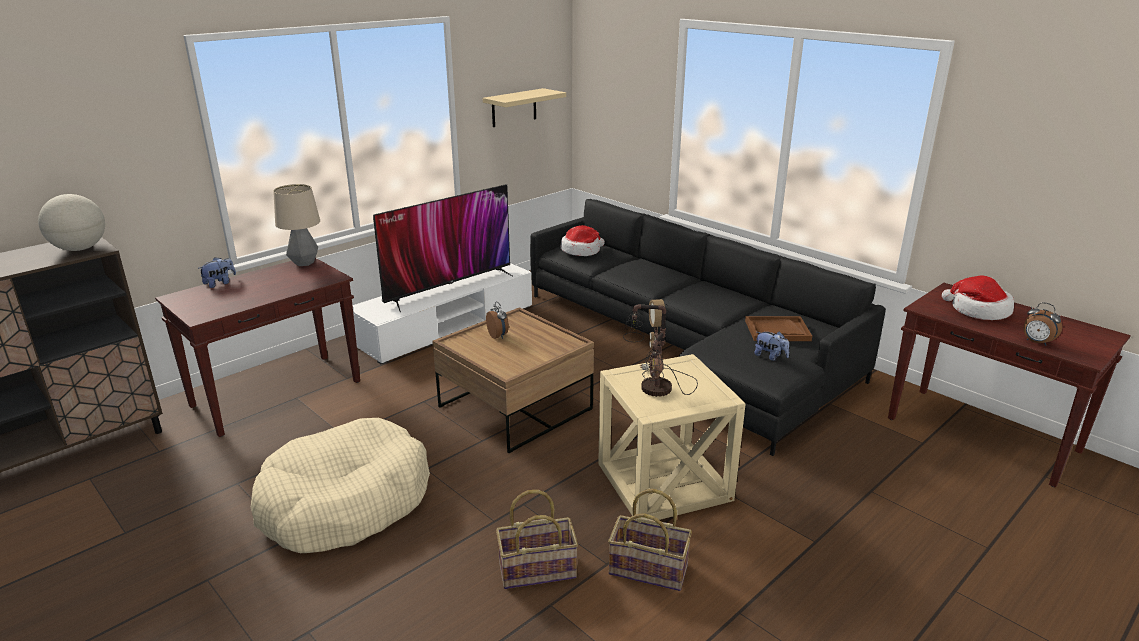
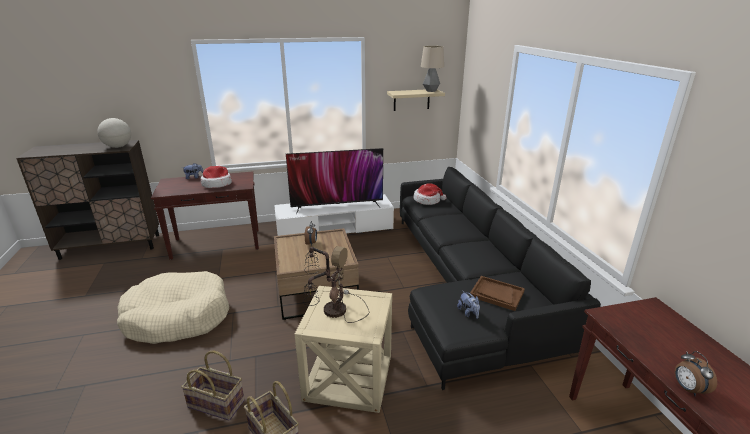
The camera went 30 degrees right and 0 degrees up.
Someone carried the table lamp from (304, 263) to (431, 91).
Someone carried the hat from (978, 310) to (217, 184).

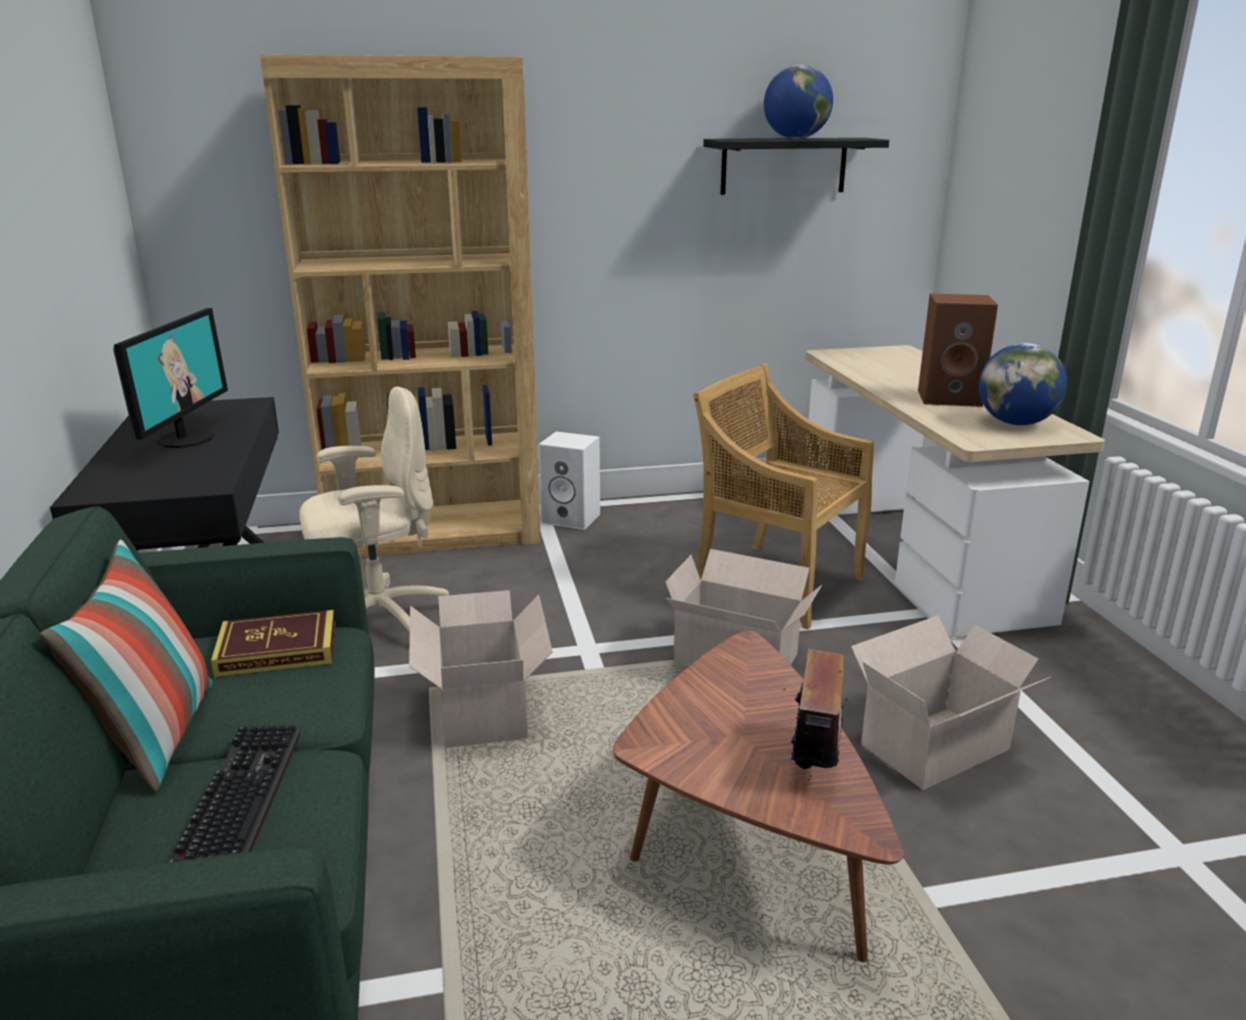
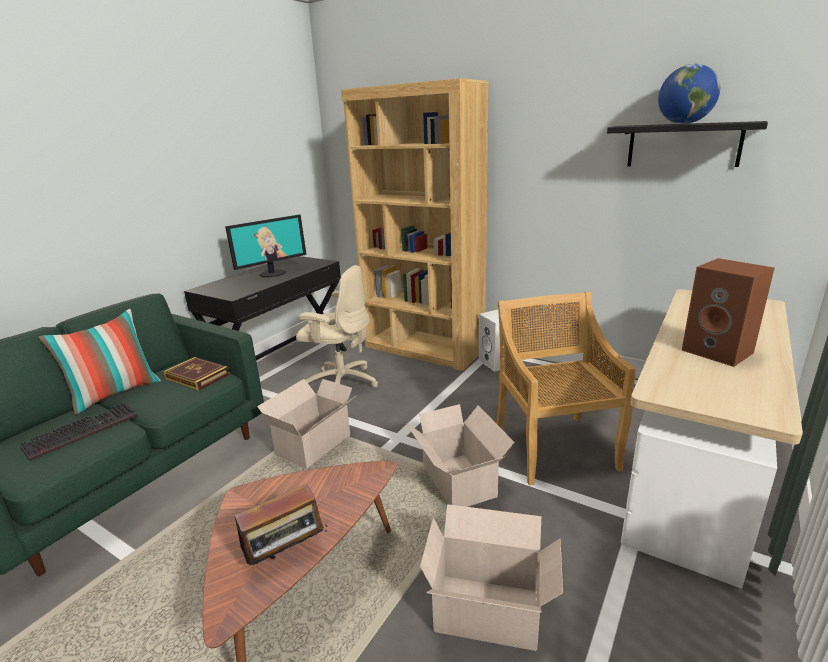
The camera went 45 degrees right and 0 degrees up.
Someone took away the globe at (1015, 423).

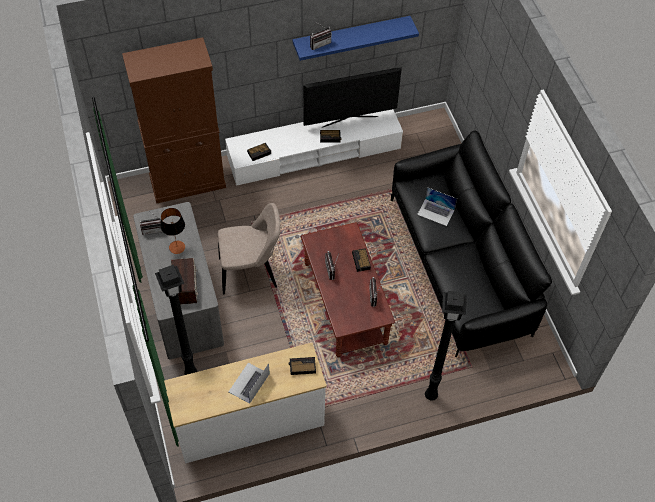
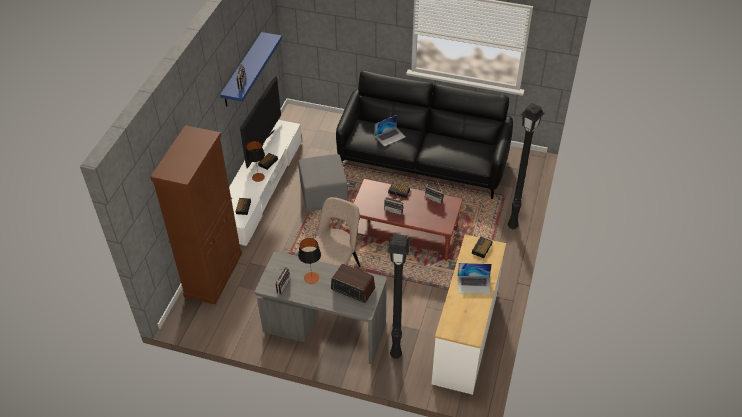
The camera went 55 degrees left and 10 degrees down.
Someone put down the table lamp at (258, 177).
Someone put down the grey ottoman at (323, 195).
Someone rotated the laptop at (249, 383) by 60 degrees counterclockwise.

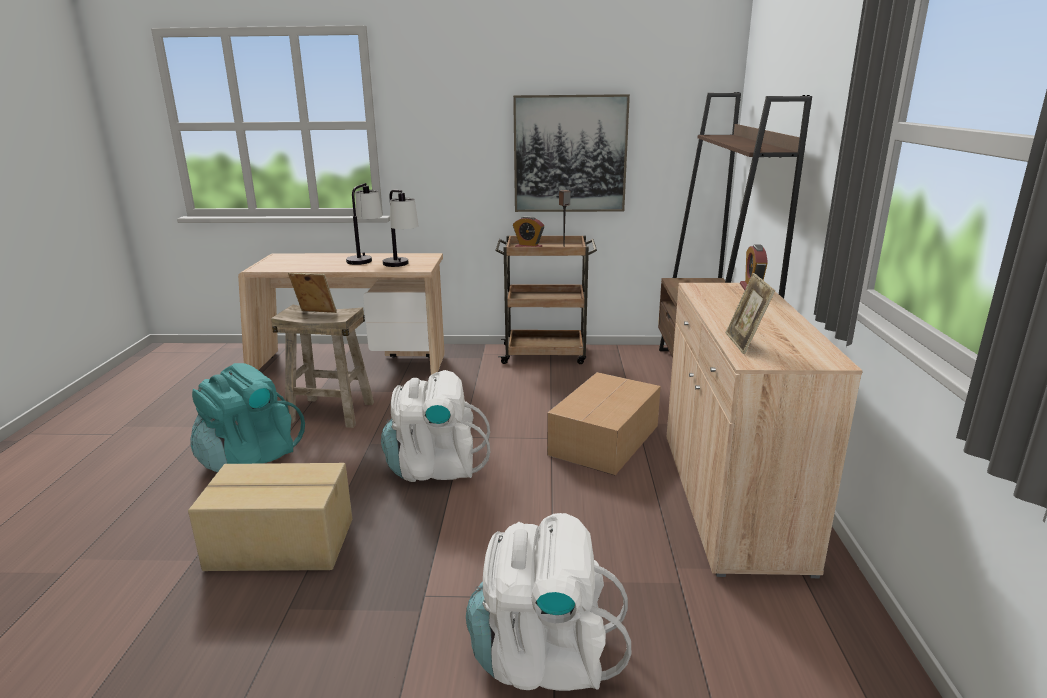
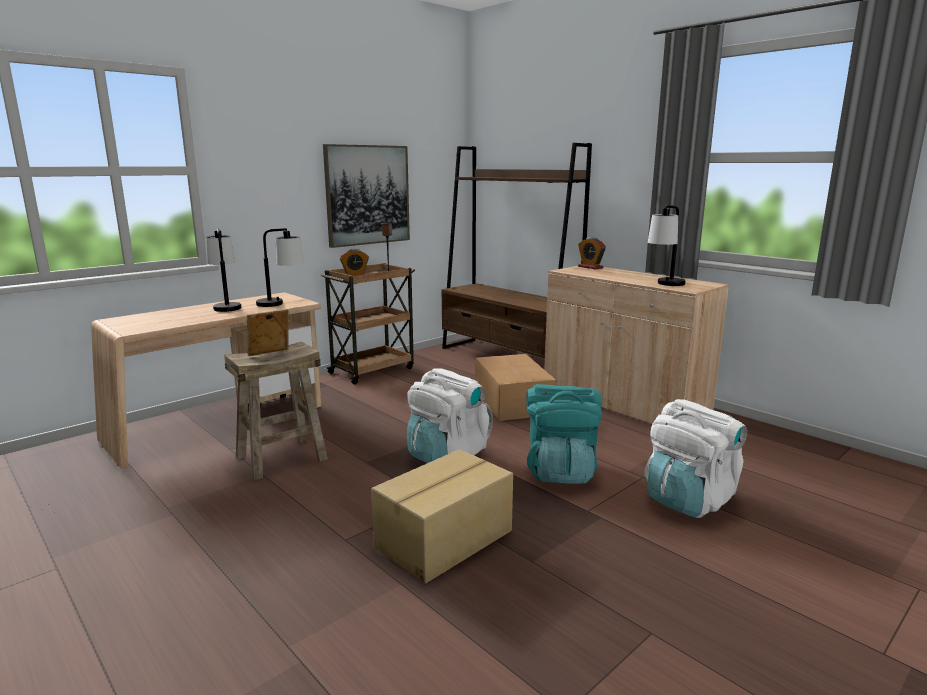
The camera went 45 degrees left and 5 degrees down.
Someone carried the turquoise backpack from (249, 457) to (560, 471).
Someone swapped the picture frame at (745, 343) for the table lamp at (665, 285).

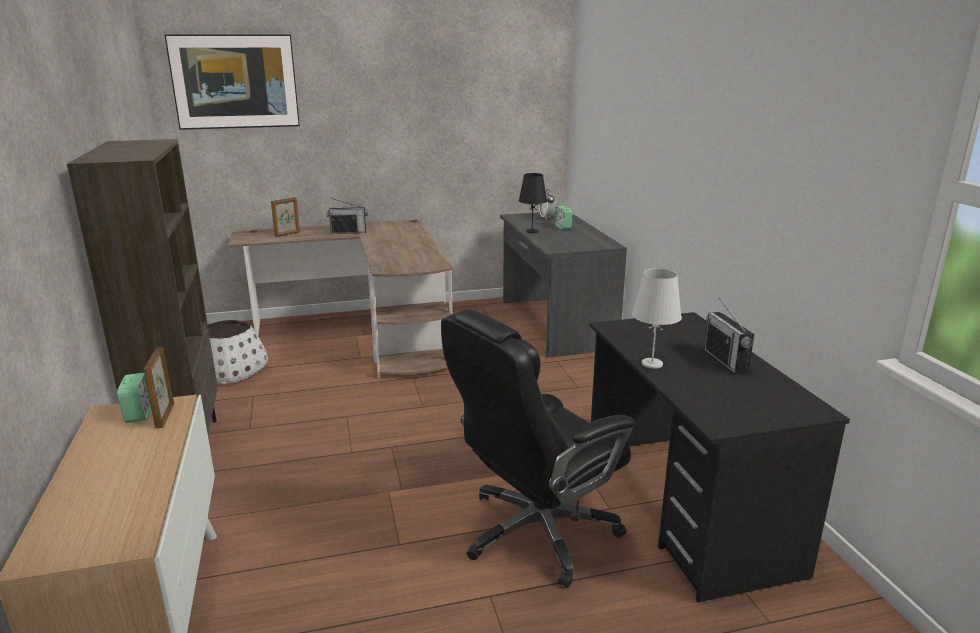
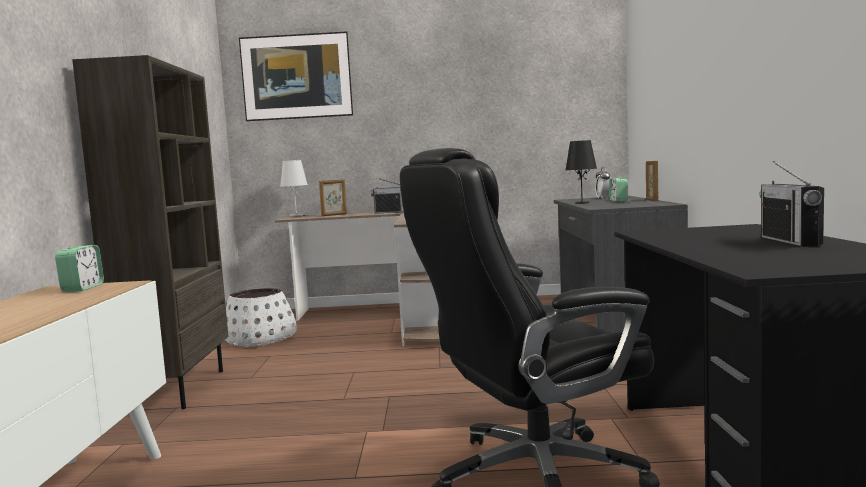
The camera went 15 degrees right and 15 degrees down.
Someone carried the picture frame from (164, 416) to (652, 200).
Someone carried the white table lamp from (651, 364) to (296, 215).

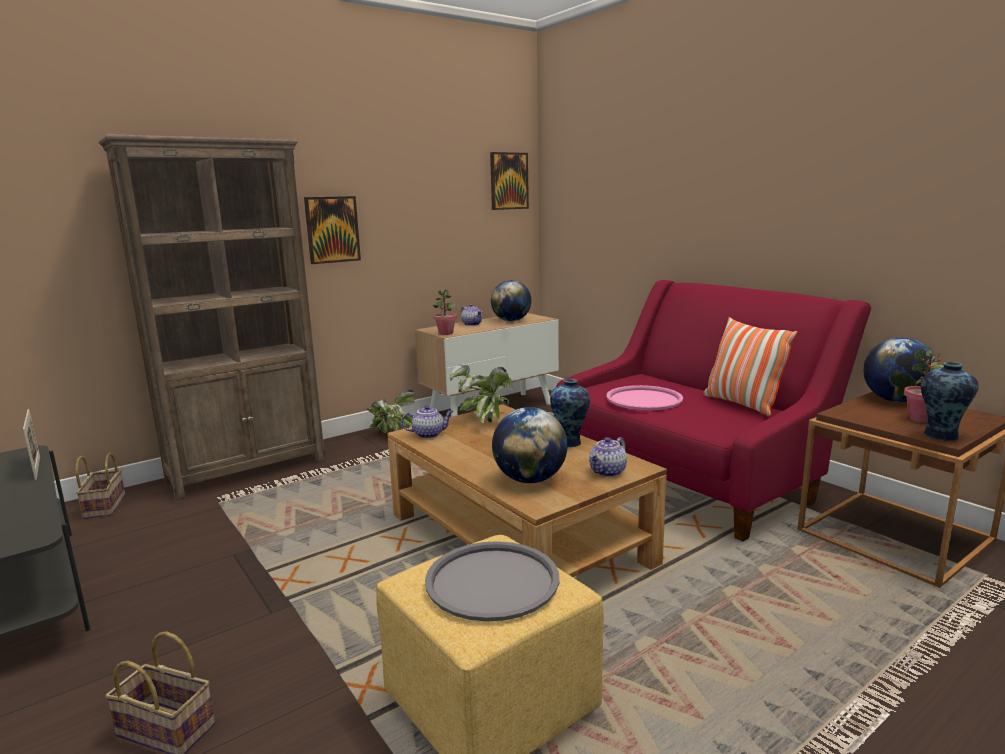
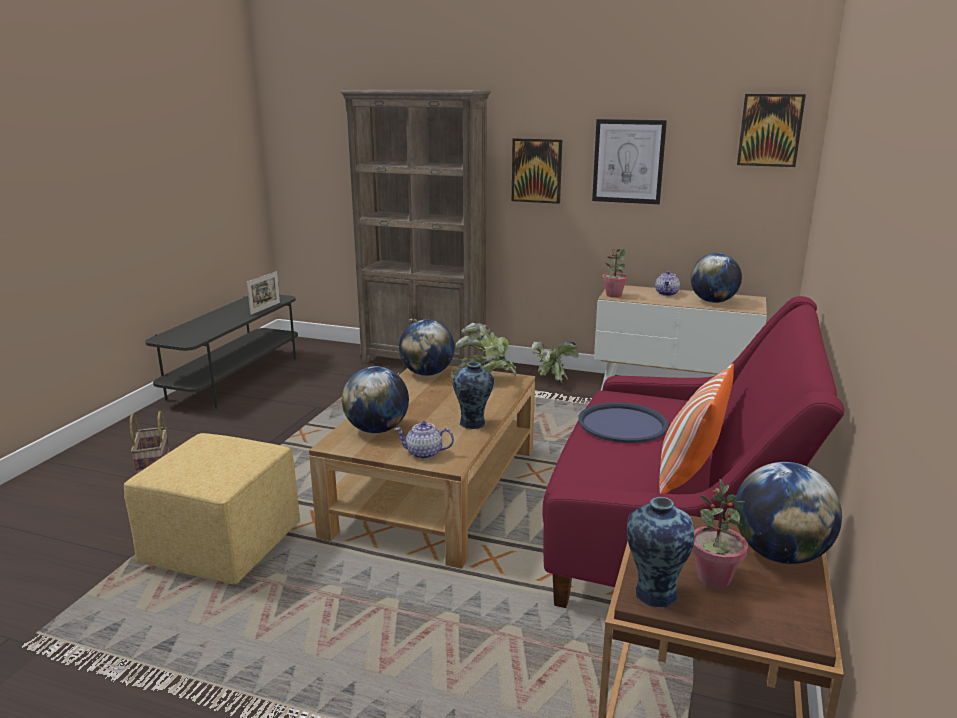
The camera went 55 degrees right and 5 degrees up.
Someone took away the basket at (104, 506).
Someone took away the grey tray at (492, 581).
Someone put up the picture at (628, 161).
Someone swapped the teapot at (429, 434) for the globe at (427, 373).
Someone repainted the pink tray at (644, 399), which became the blue tray at (622, 424).

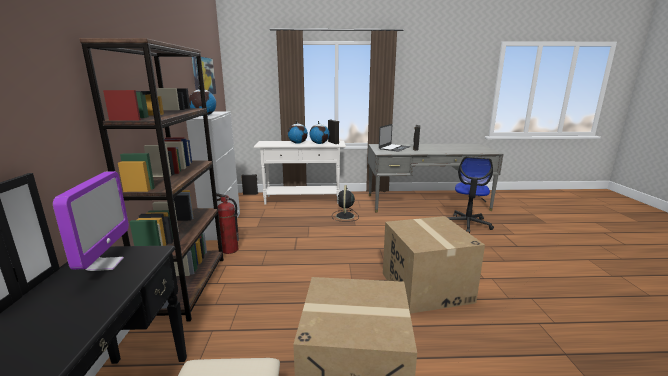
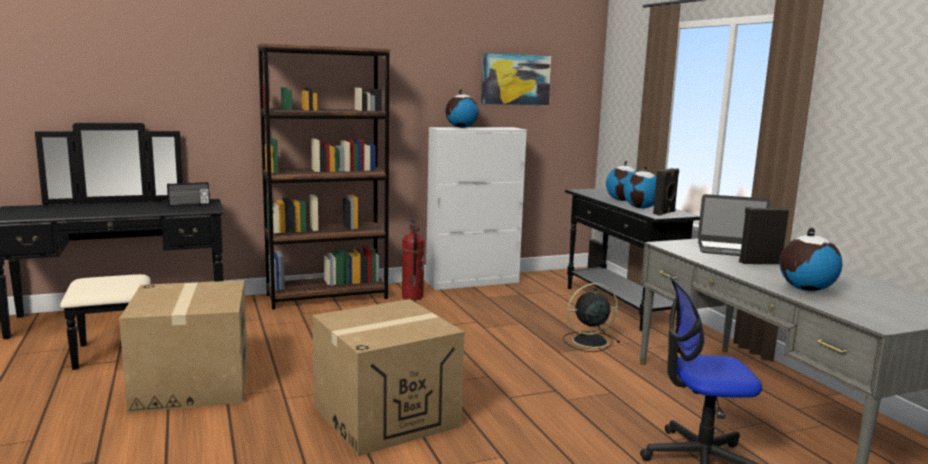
The camera went 70 degrees right and 5 degrees down.
Someone put down the globe at (805, 289).
Someone swapped the monitor at (105, 264) for the radio at (189, 204).
Someone repainted the white console table at (302, 200), which became the black console table at (619, 306).

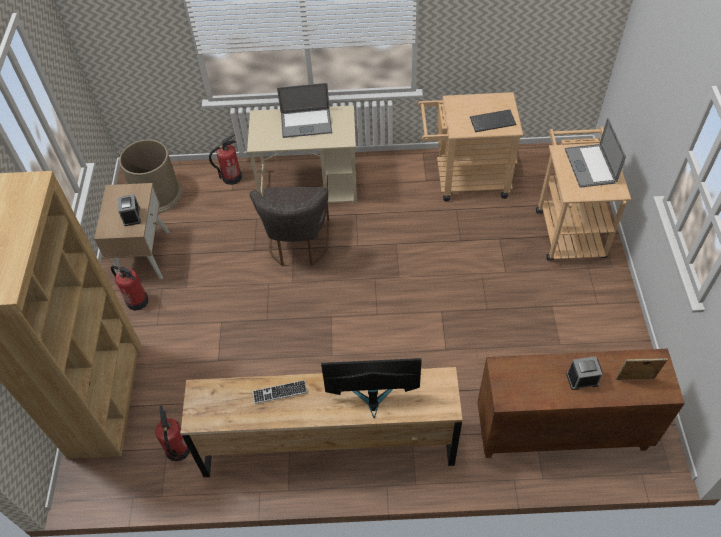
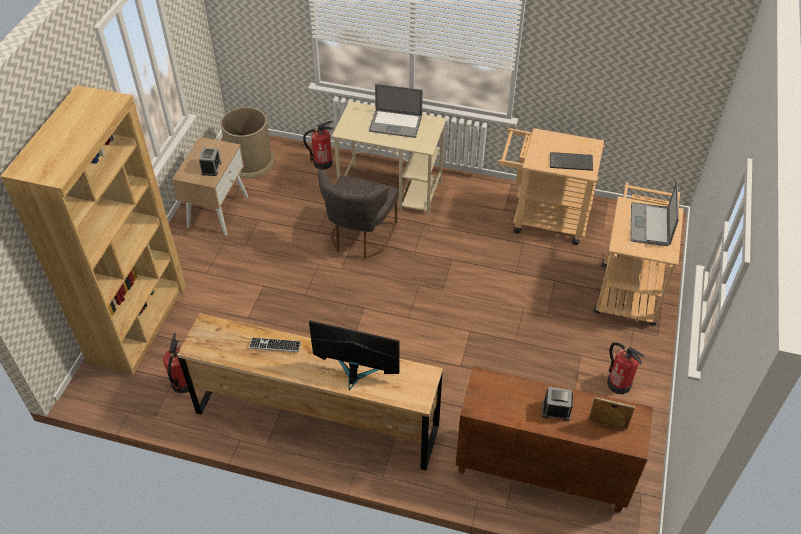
The camera went 15 degrees right and 5 degrees down.
Someone carried the fire extinguisher from (137, 300) to (618, 383).

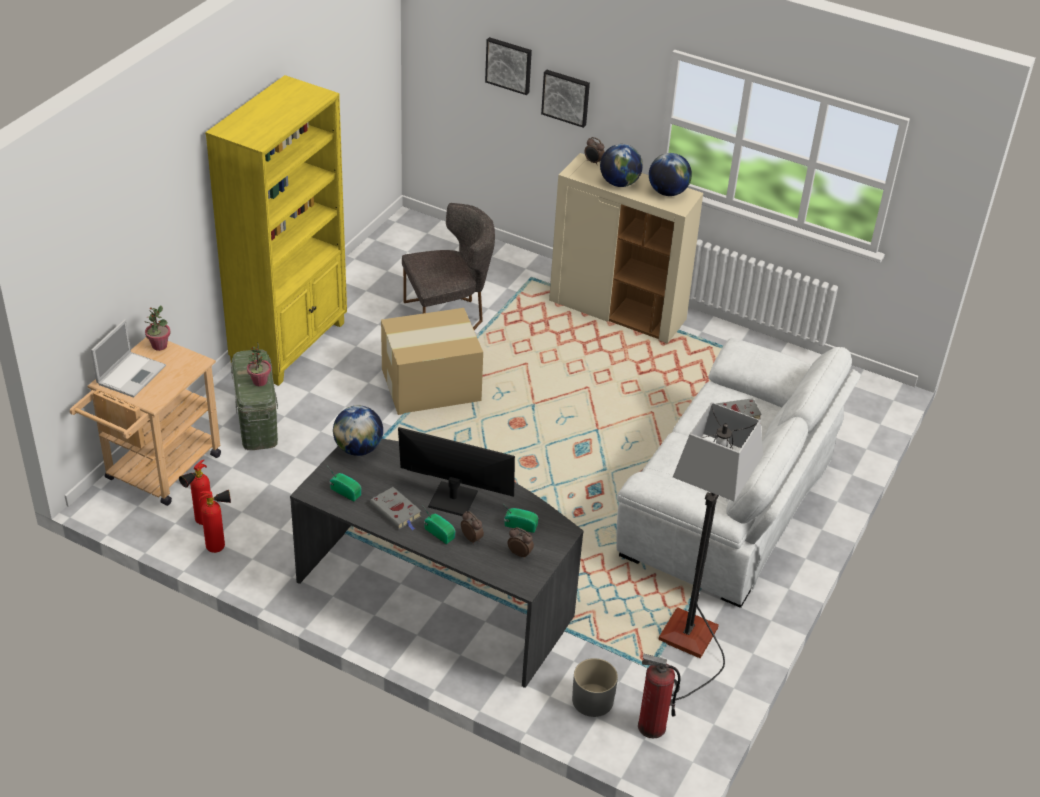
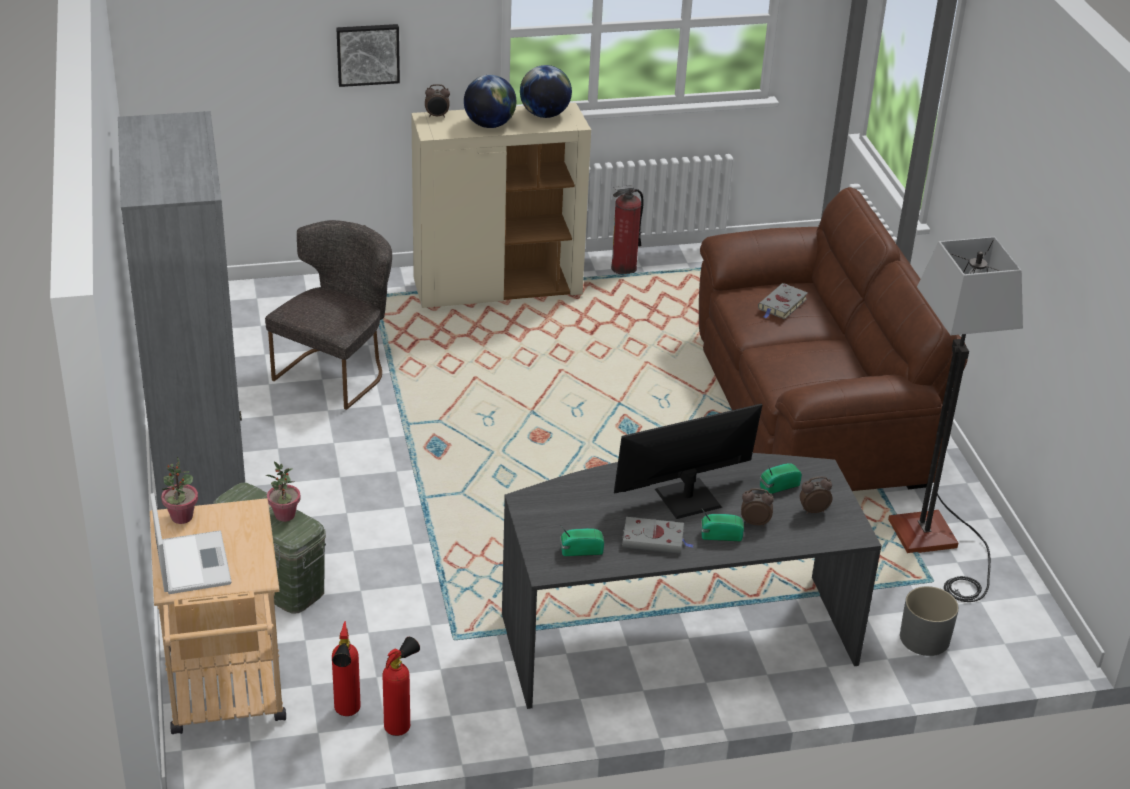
The camera went 40 degrees left and 5 degrees down.
Someone took away the globe at (358, 448).
Someone took away the cardboard box at (432, 385).
Someone took away the picture at (509, 65).
Someone carried the fire extinguisher from (651, 727) to (623, 268).
Someone repainted the yellow bookcase at (290, 344), which became the grey bookcase at (202, 482).
Someone repainted the white sofa at (730, 505), which became the brown sofa at (813, 406).

